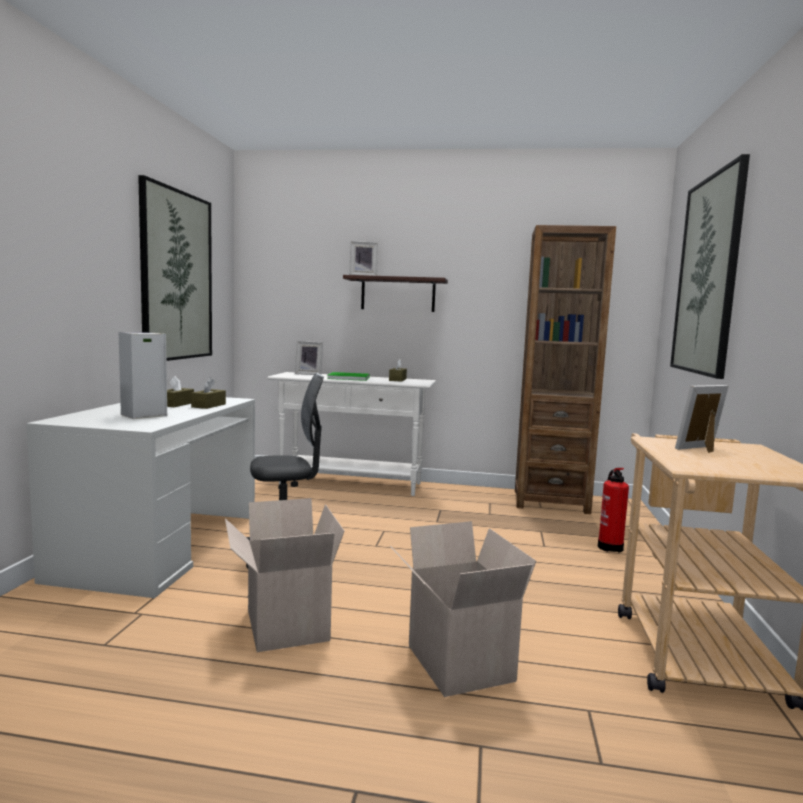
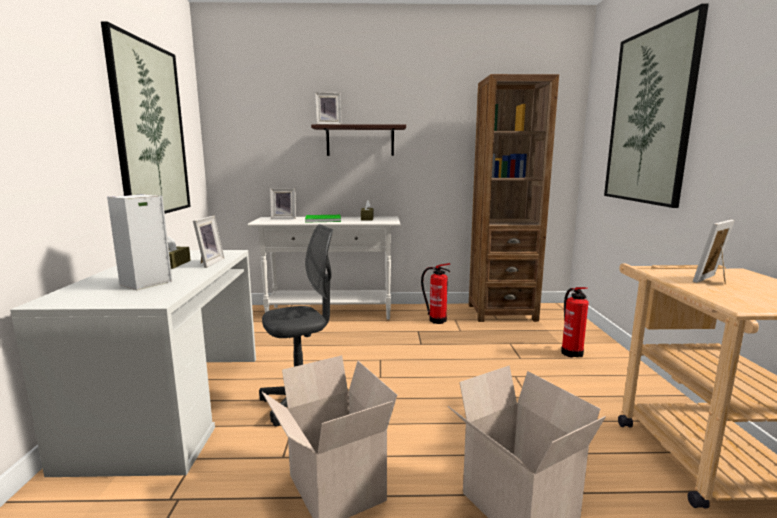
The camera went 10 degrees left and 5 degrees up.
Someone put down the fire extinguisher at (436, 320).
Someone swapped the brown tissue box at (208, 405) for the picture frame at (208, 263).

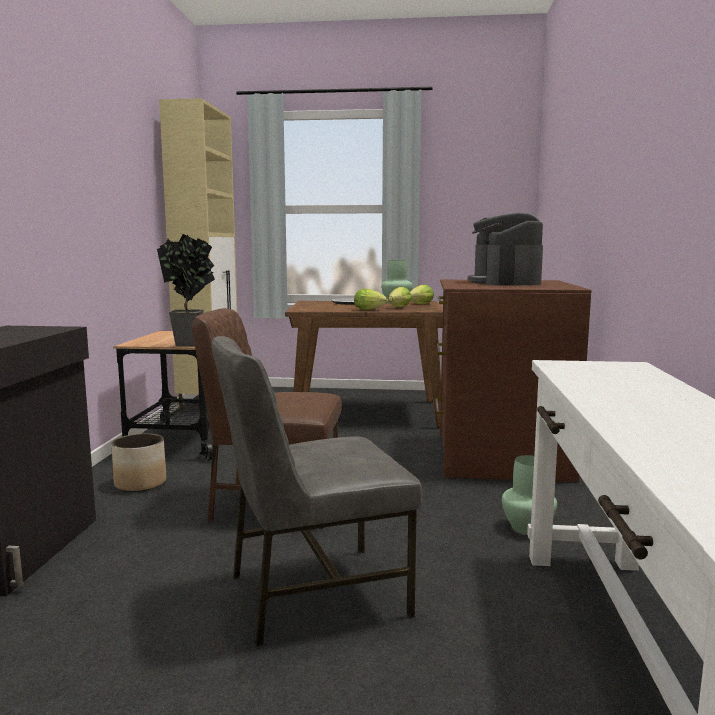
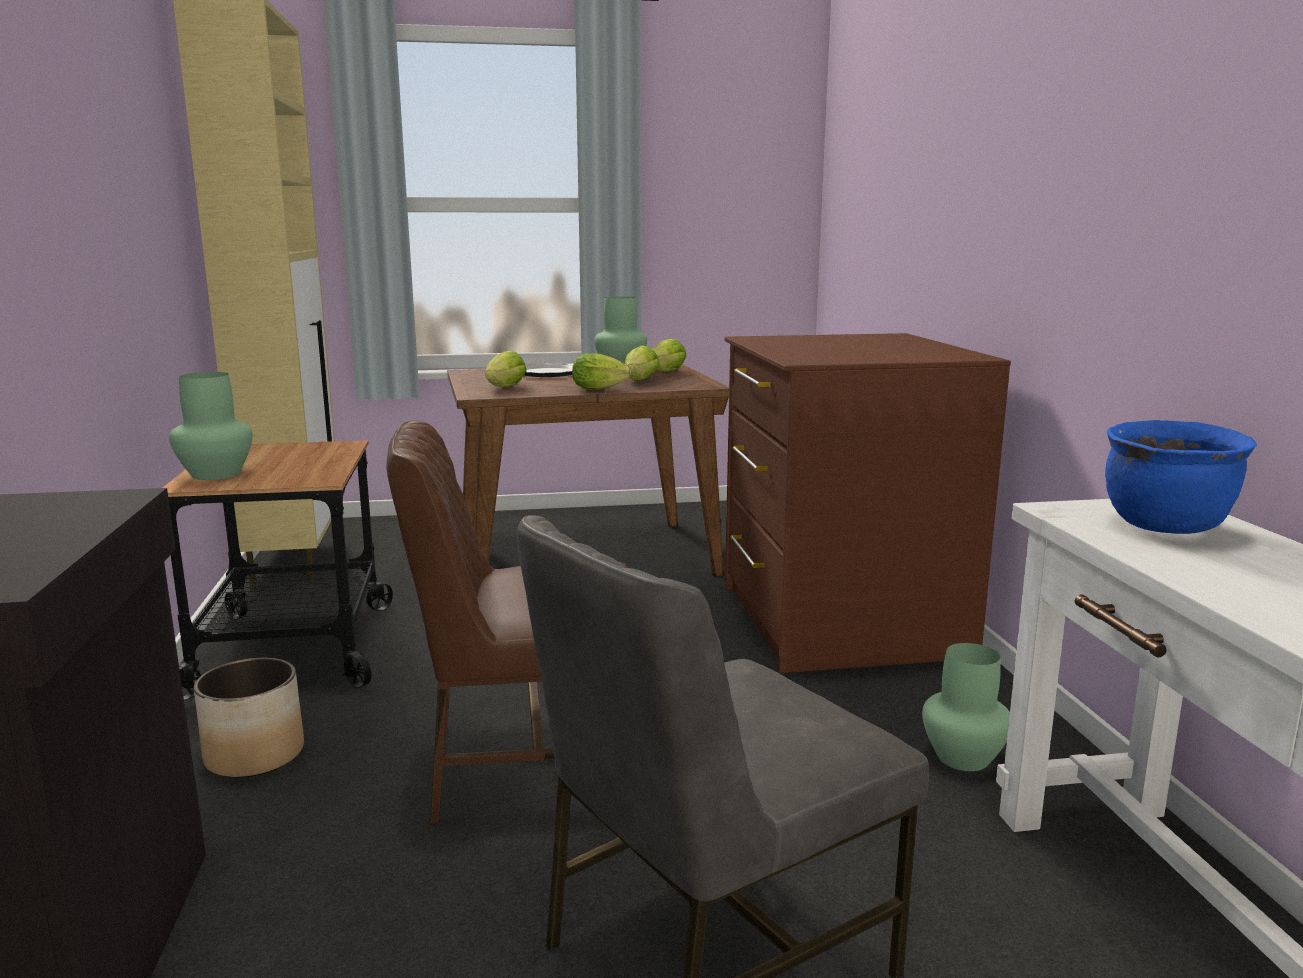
The camera went 15 degrees left and 5 degrees up.
Someone took away the potted plant at (192, 344).
Someone took away the coffee machine at (505, 282).
Someone put down the green vase at (214, 474).
Someone put down the lettuce at (503, 388).
Someone put down the blue cooking pot at (1166, 527).

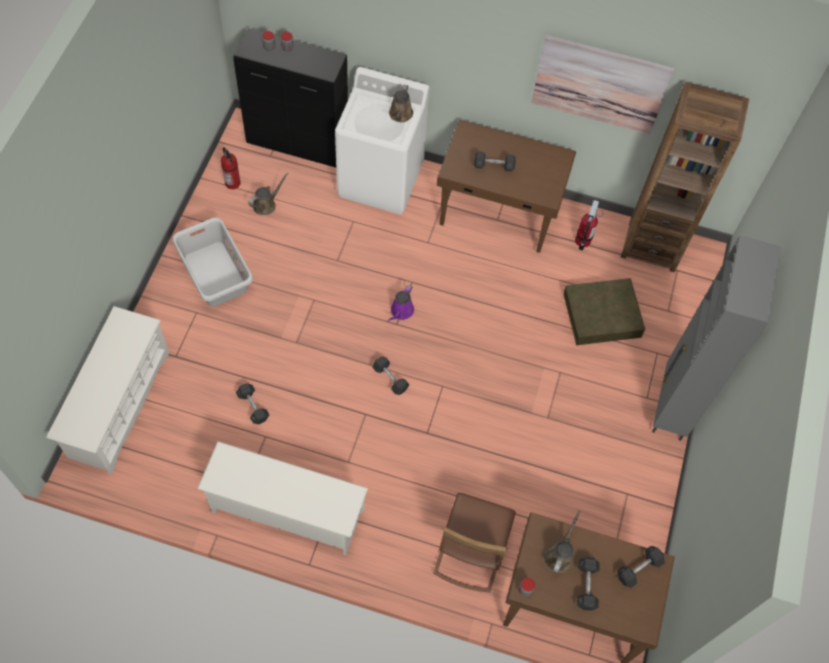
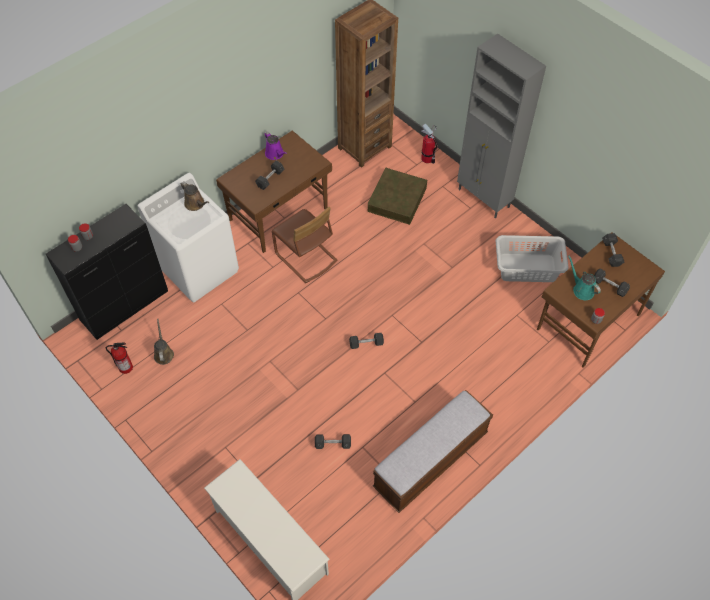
The camera went 55 degrees left and 5 degrees down.
Someone took away the picture at (600, 84).
Someone carried the grey laundry basket from (215, 274) to (527, 268).
Someone carried the purple watering can from (401, 312) to (275, 154).
Someone carried the brown chair from (470, 551) to (305, 258).
Someone carried the fire extinguisher from (583, 241) to (427, 158).
Someone swapped the white shoe rack at (287, 511) for the bench at (430, 460).
Someone repainted the brown watering can at (559, 555), which became the turquoise watering can at (581, 289).

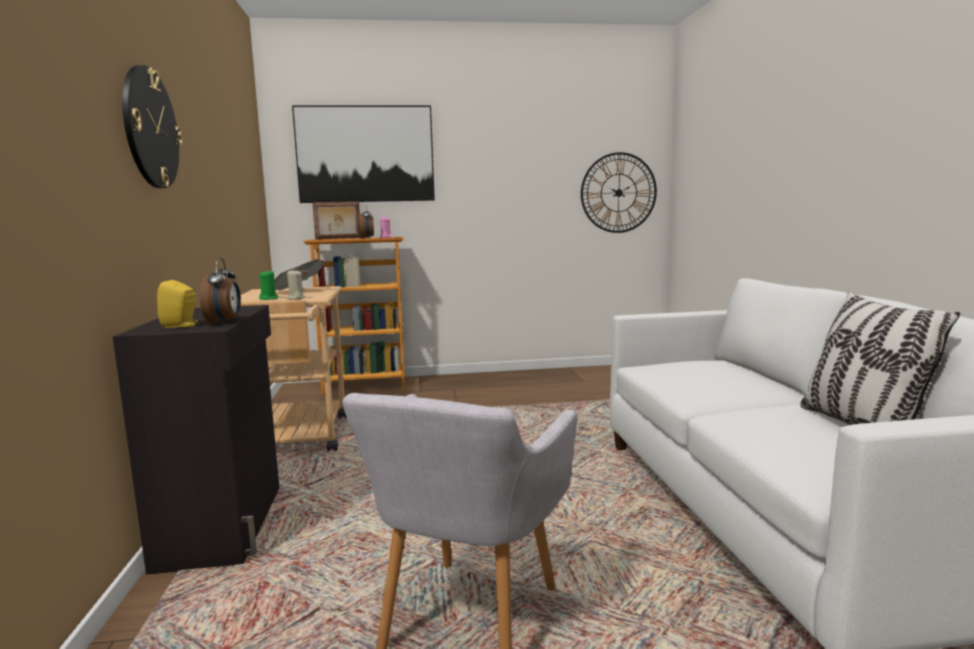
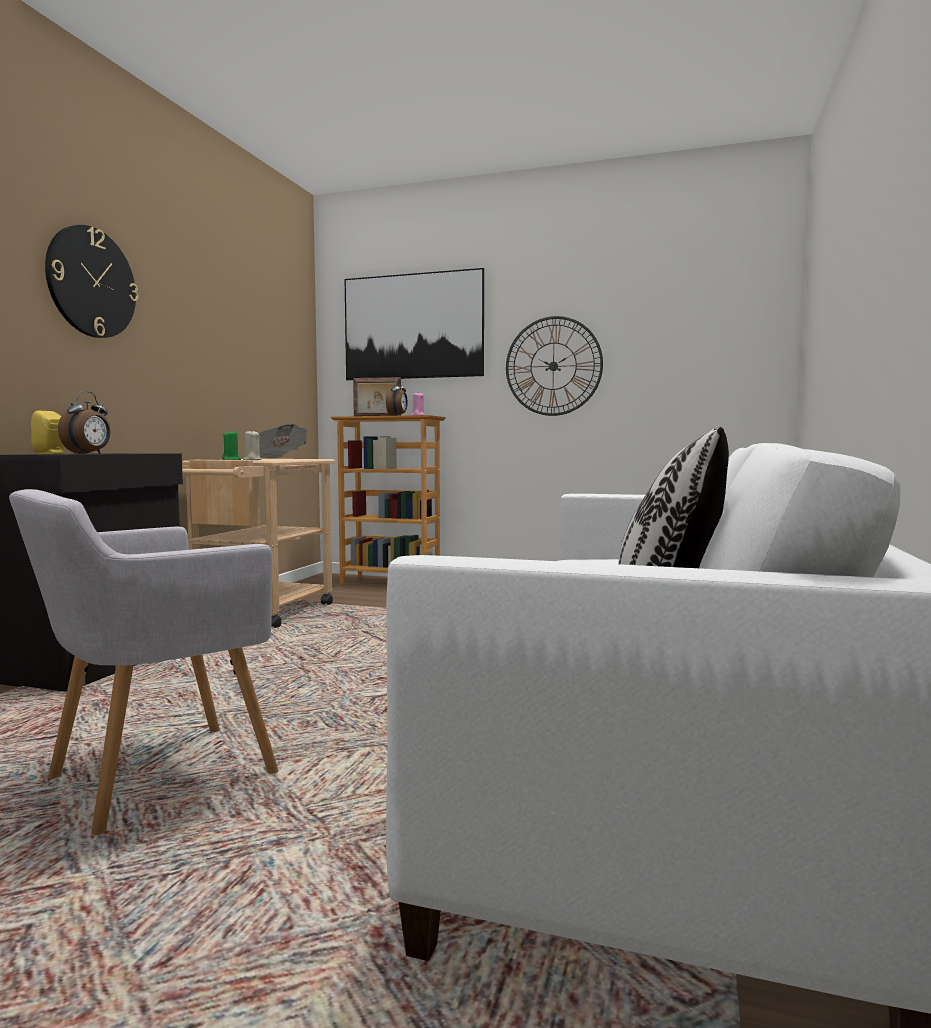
The camera went 25 degrees right and 5 degrees down.
Someone carried the wall clock from (618, 193) to (553, 366).

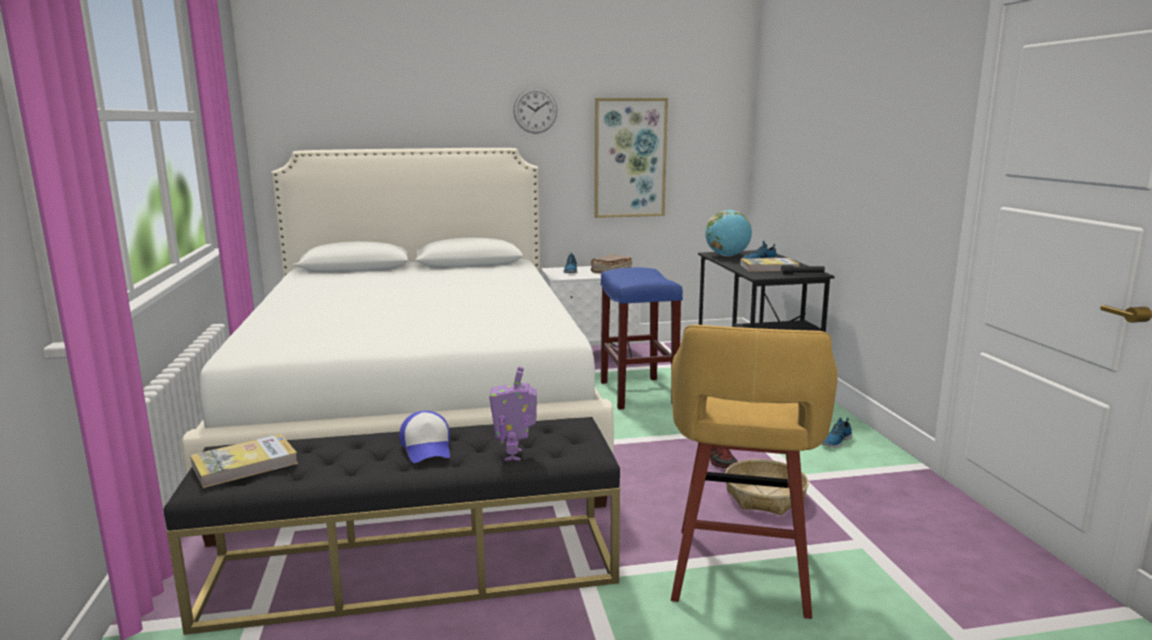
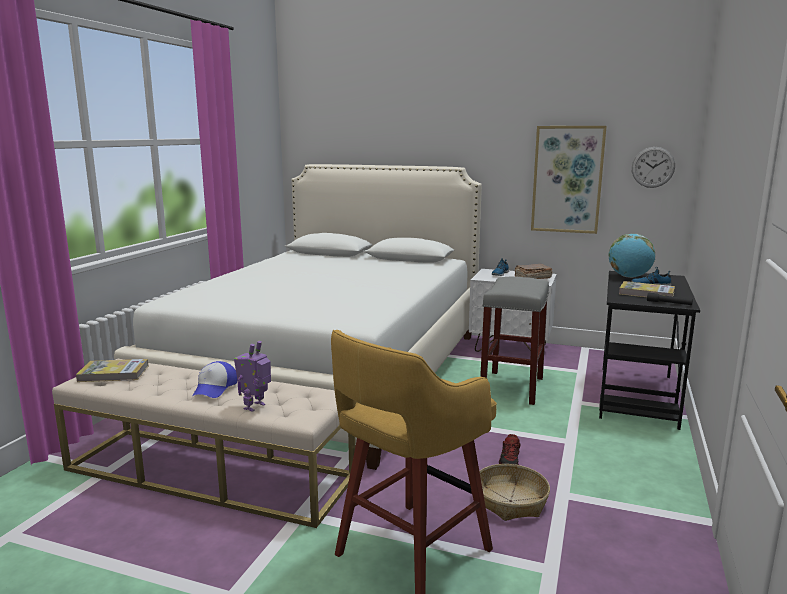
The camera went 30 degrees right and 0 degrees up.
Someone took away the shoe at (835, 441).
Someone carried the wall clock from (535, 110) to (653, 167).
Someone repainted the black bench at (414, 569), which became the beige bench at (209, 473).
Someone repainted the blue stool at (637, 392), which became the grey stool at (511, 387).

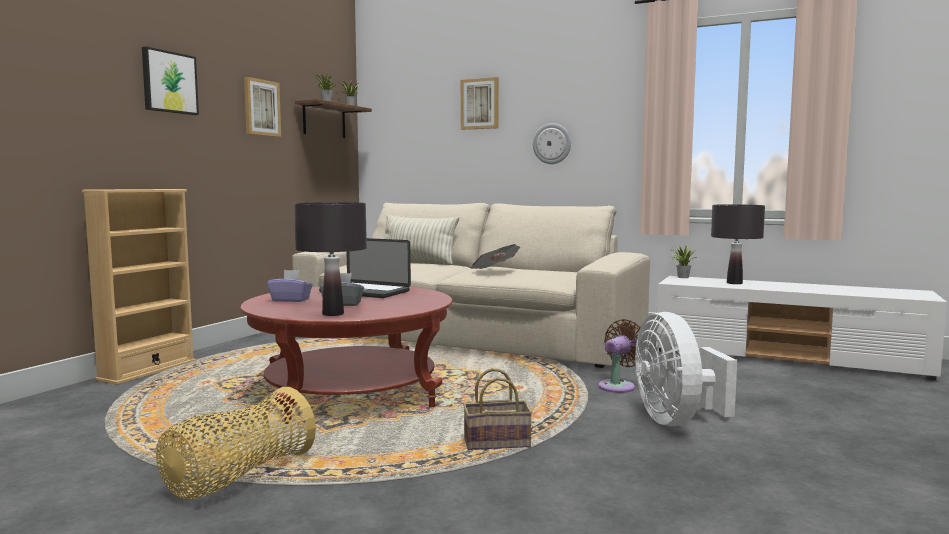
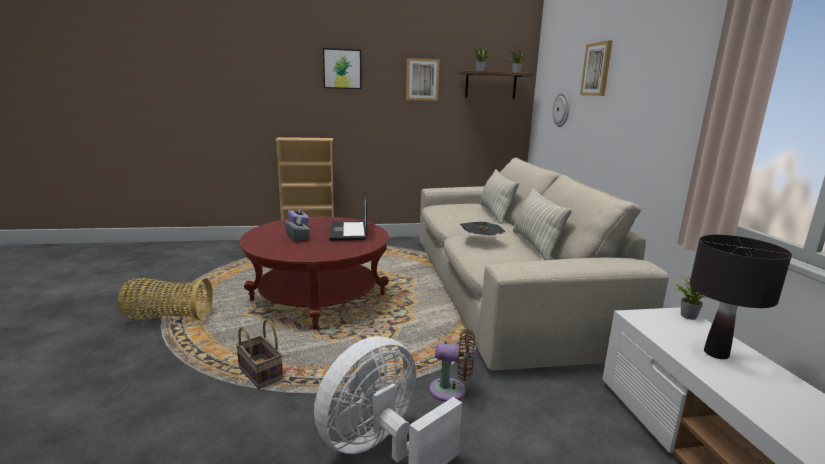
The camera went 55 degrees right and 10 degrees up.
Someone took away the black table lamp at (333, 314).
Someone put down the pillow at (535, 245).
Someone carried the wall clock from (552, 143) to (561, 109).

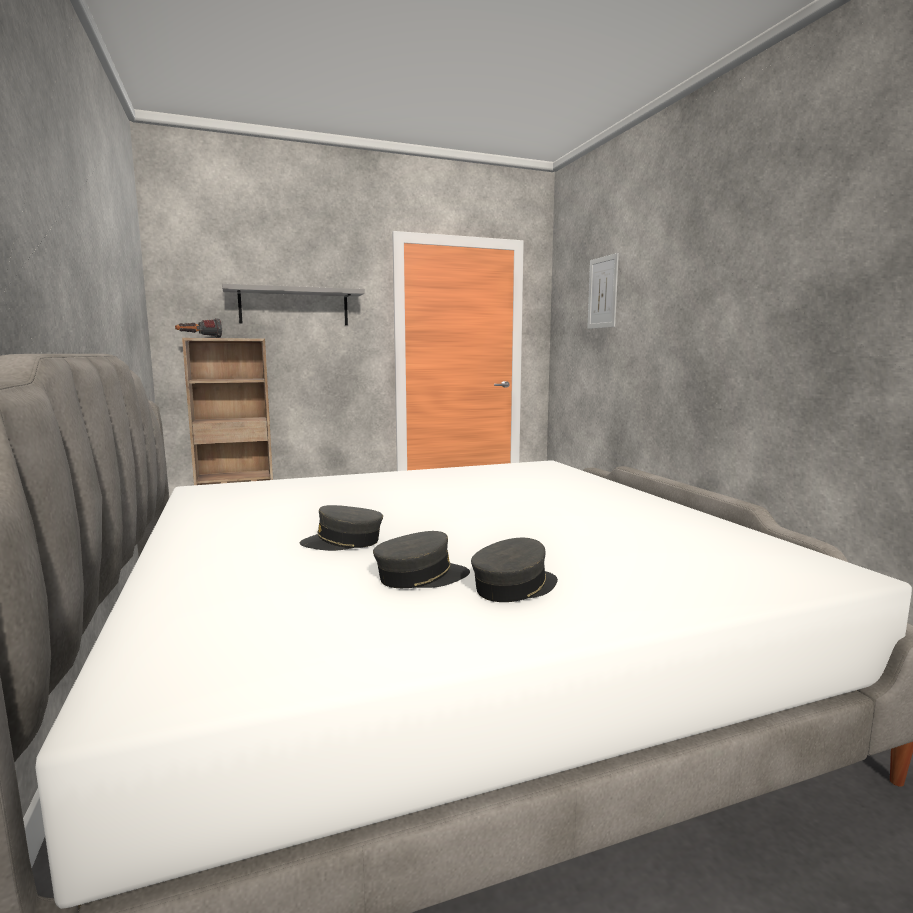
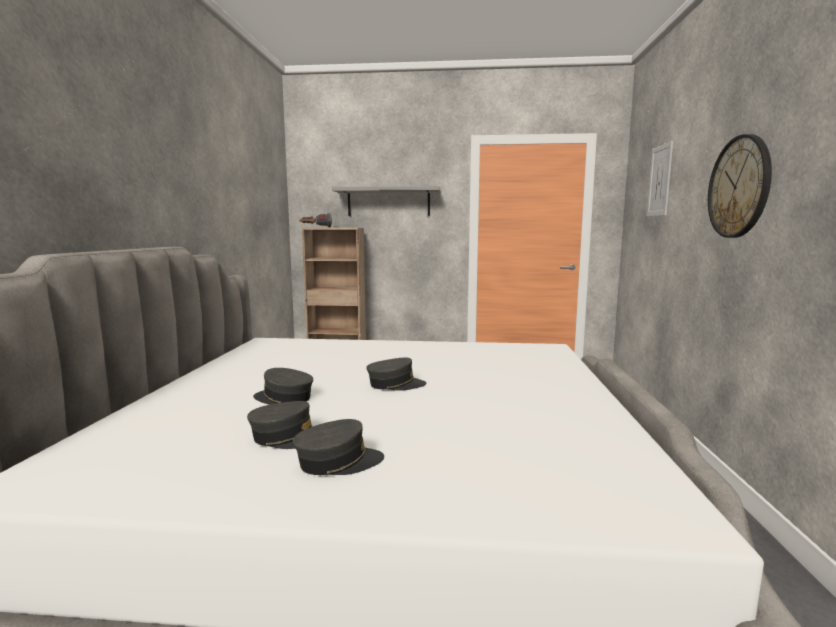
The camera went 25 degrees right and 0 degrees up.
Someone put down the grey cap at (395, 384).
Someone put up the wall clock at (739, 187).

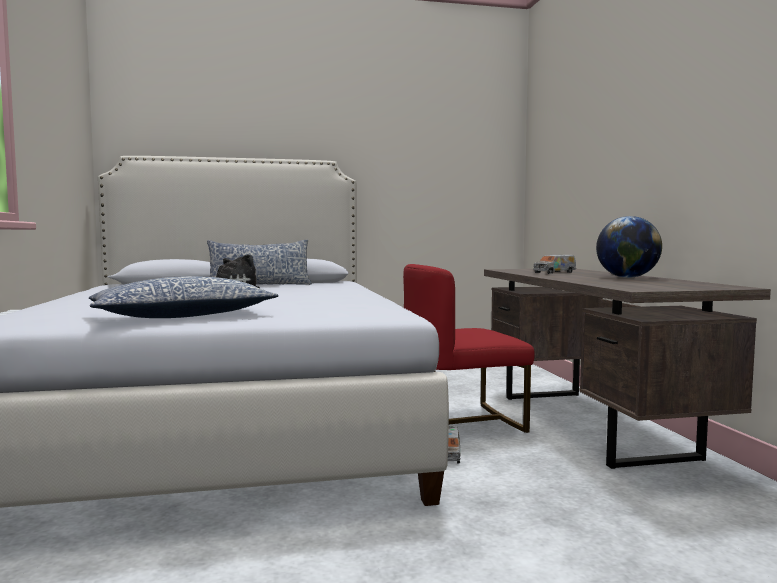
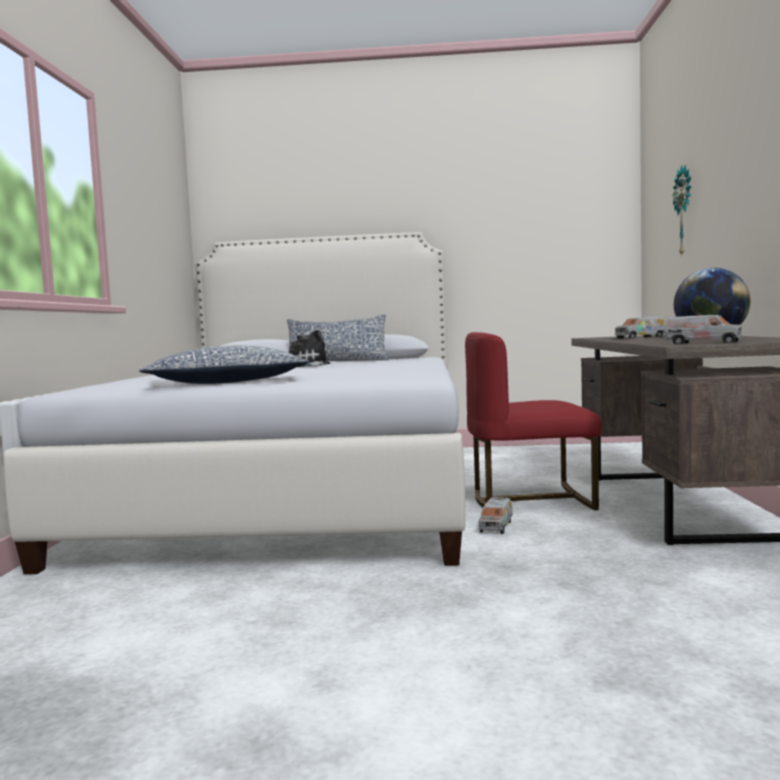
The camera went 15 degrees right and 0 degrees up.
Someone put down the toy truck at (702, 343).
Someone put up the wall clock at (685, 211).

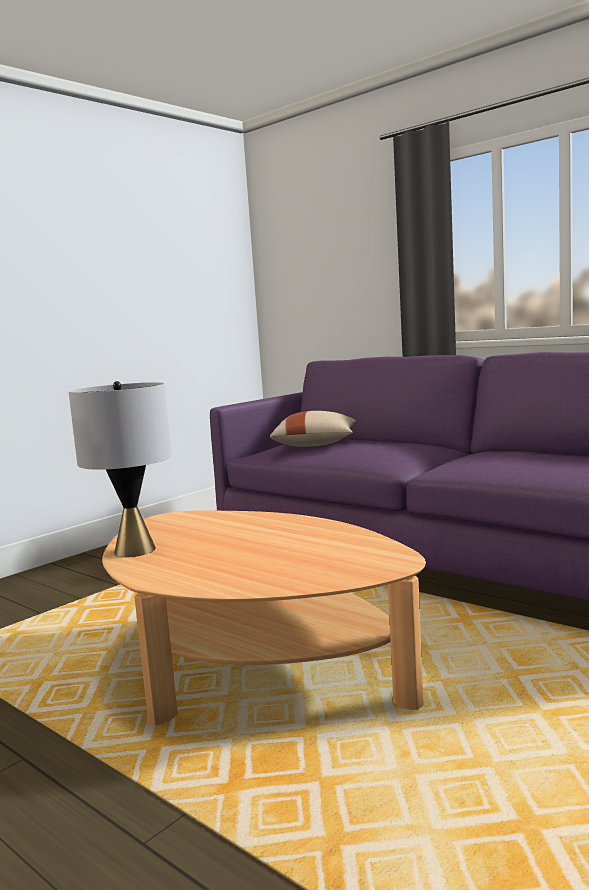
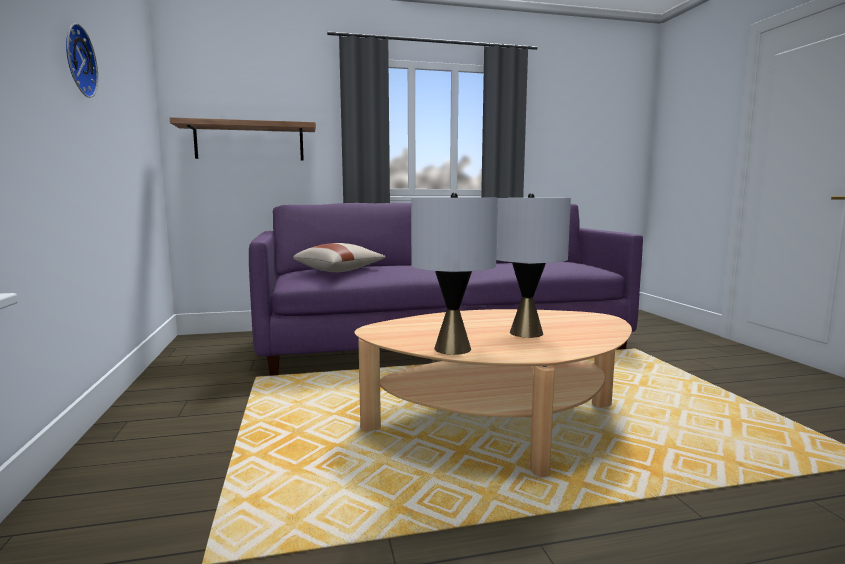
The camera went 55 degrees left and 0 degrees up.
Someone put up the wall clock at (76, 61).
Someone put up the shelf at (249, 142).
Someone put down the grey table lamp at (526, 333).

